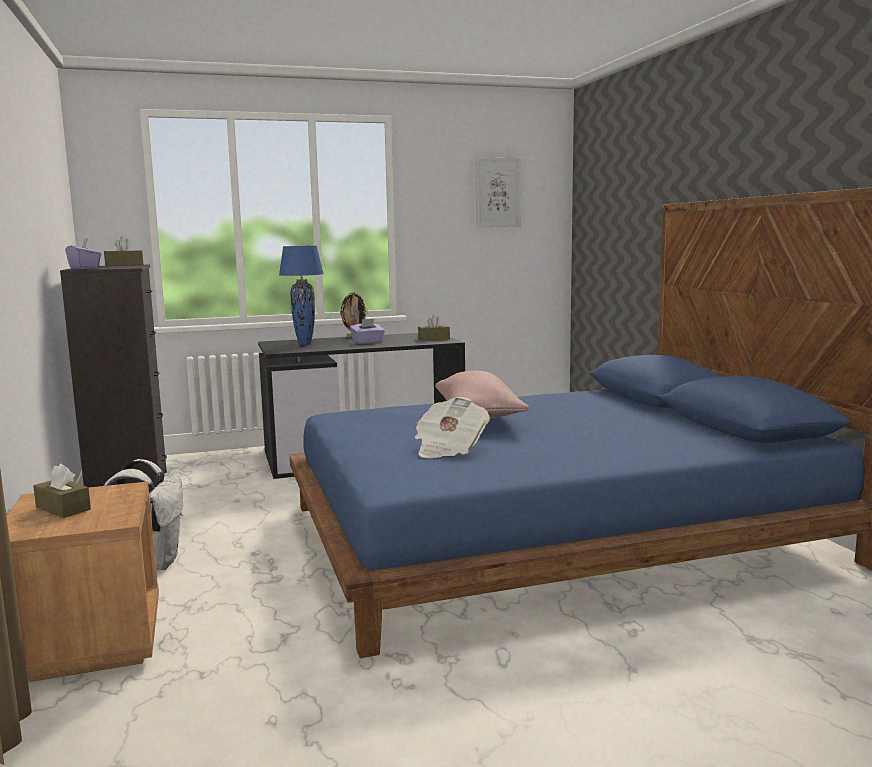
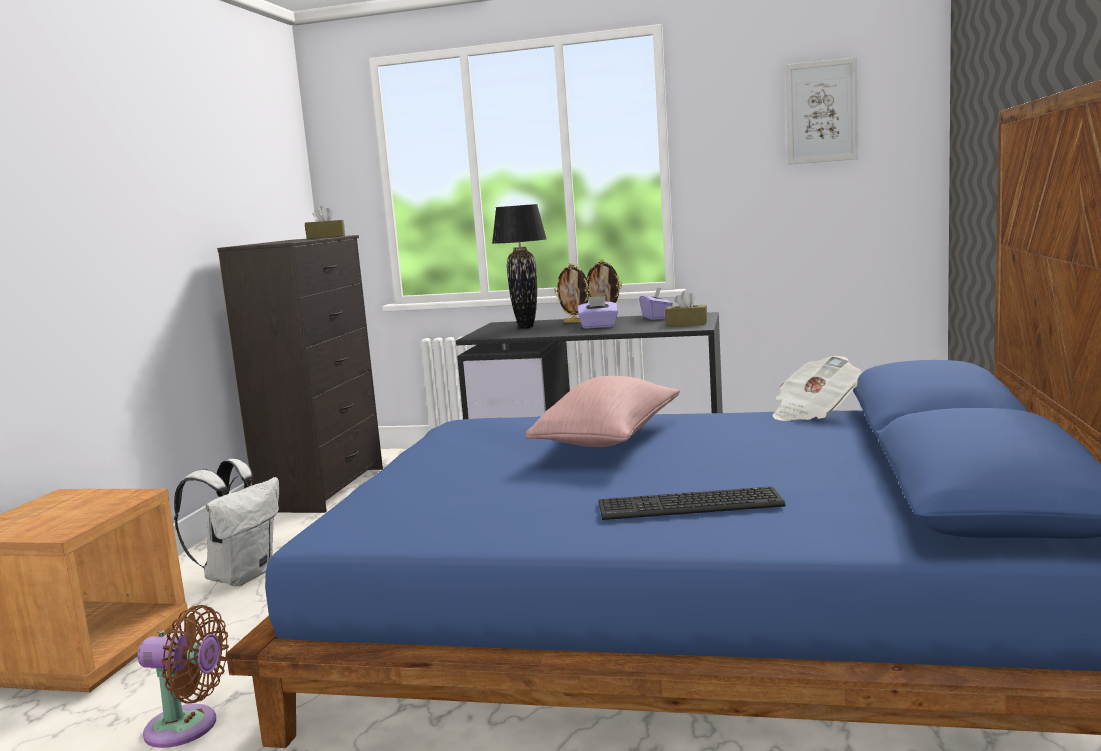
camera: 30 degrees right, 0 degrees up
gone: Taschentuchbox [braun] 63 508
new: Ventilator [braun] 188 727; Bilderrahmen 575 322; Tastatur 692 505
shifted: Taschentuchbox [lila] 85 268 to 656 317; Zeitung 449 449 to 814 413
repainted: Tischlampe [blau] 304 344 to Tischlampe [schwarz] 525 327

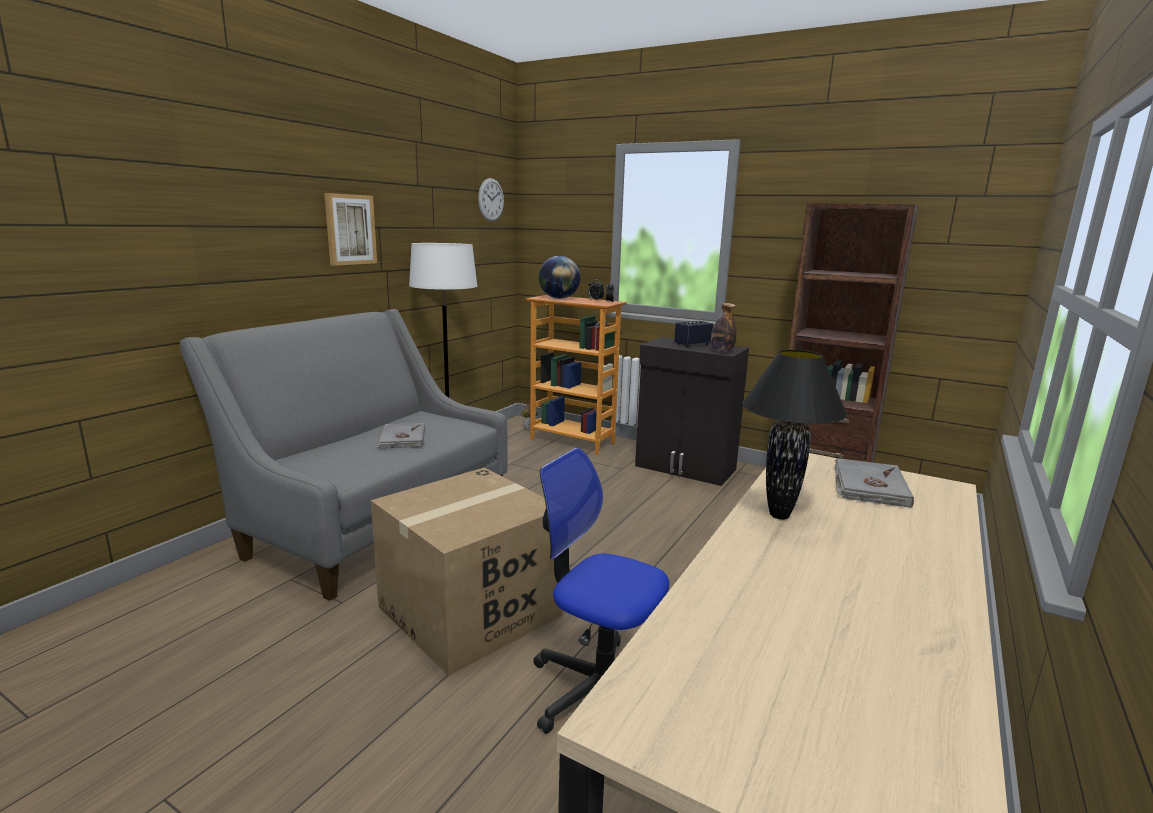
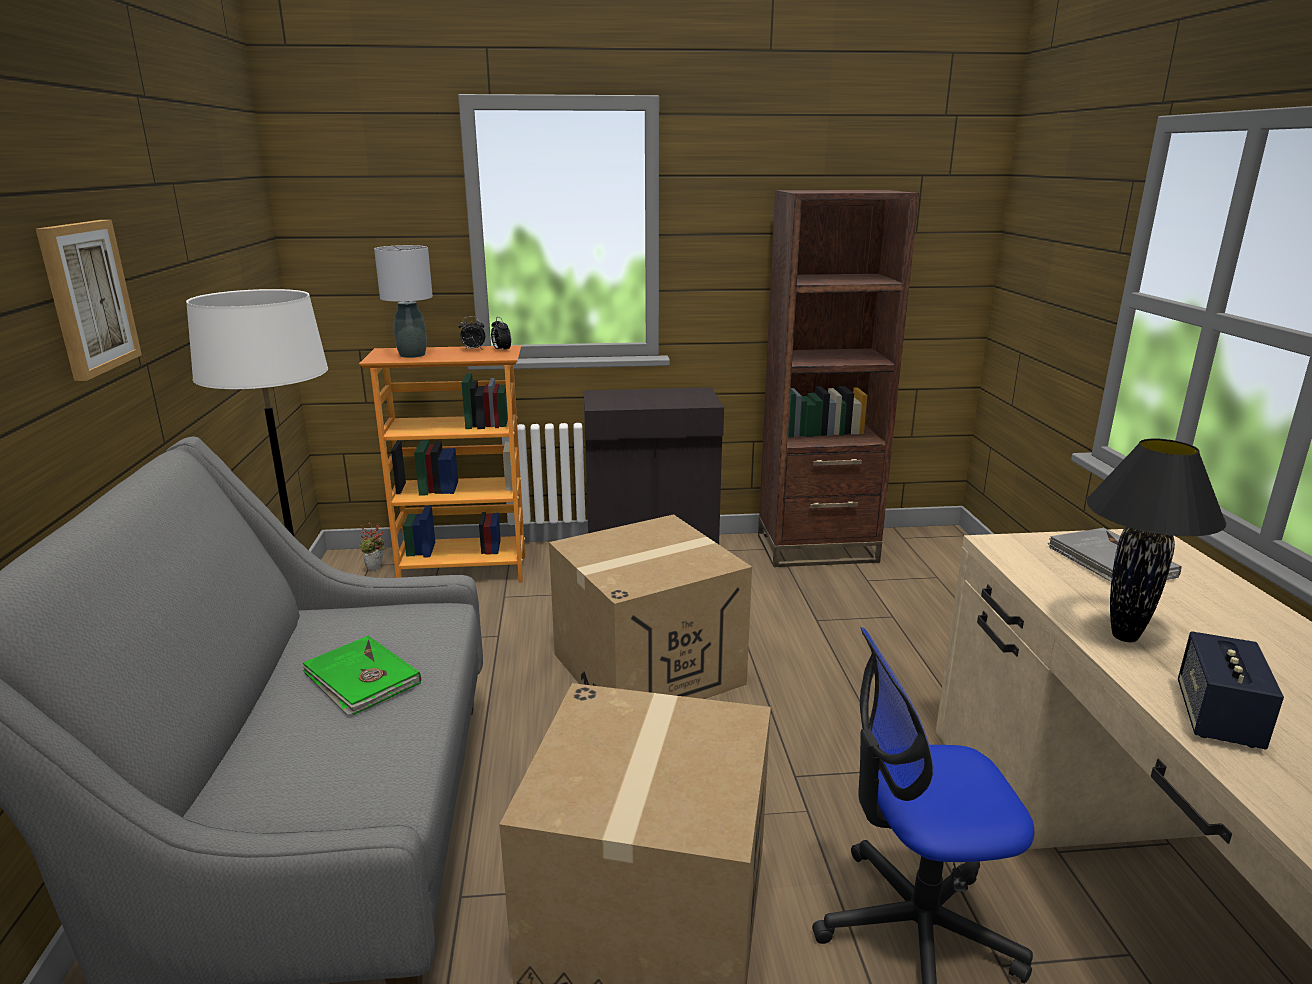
camera: 35 degrees left, 5 degrees up
gone: Wanduhr 491 200; Flasche 722 351
new: Karton 648 668
shifted: Lautsprecher 692 344 to 1217 718
swapped: Globus 559 298 to Tischlampe [grau] 412 355
repainted: Buch [grau] 402 439 to Buch [grün] 361 680

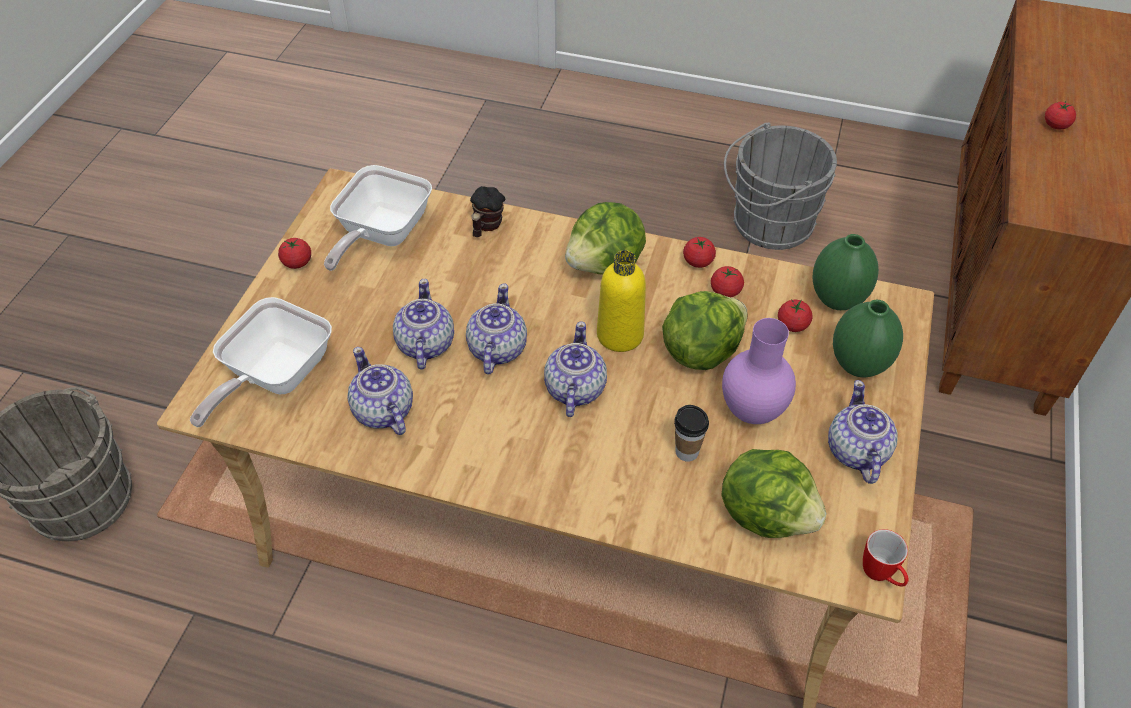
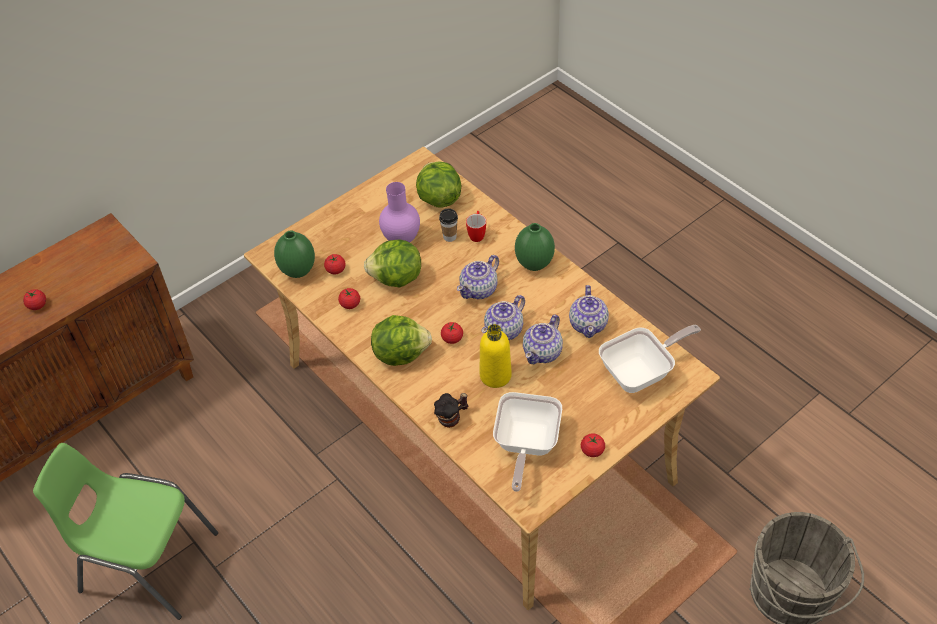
camera: 145 degrees left, 0 degrees up
gone: Teekanne 856 452
shifted: Flasche [gelb] 620 335 to 495 375; Tomate 698 261 to 452 338; Vase [grün] 858 366 to 534 264; Henkelbecher 881 576 to 477 234
swapped: Eimer [grau] 768 224 to Stuhl [grün] 147 562
rotated: Pfanne 380 235 = 525 445 135 degrees clockwise

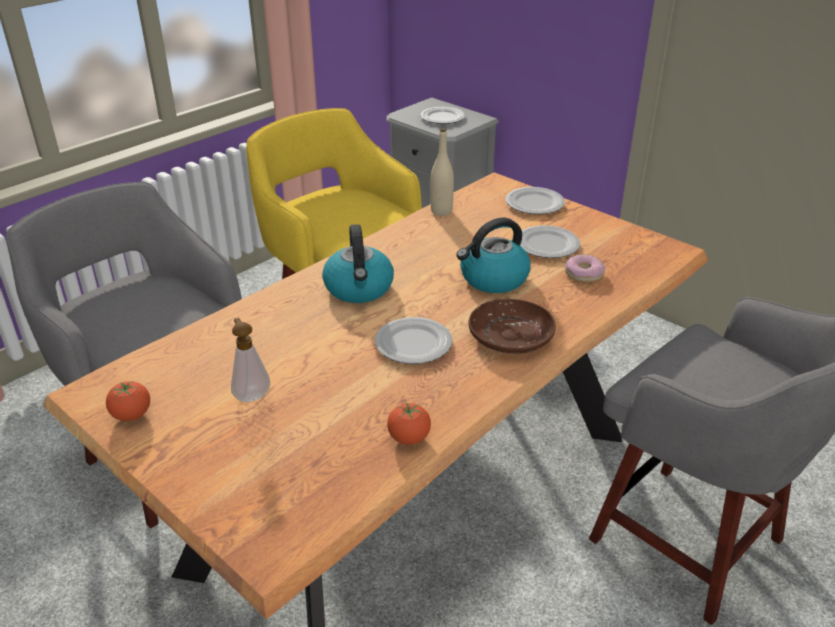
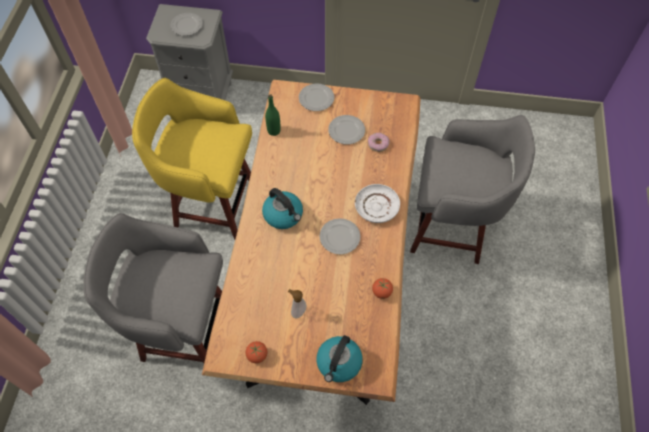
camera: 35 degrees left, 25 degrees up
shifted: Wasserkessel 493 279 to 339 363
repainted: Flasche [beige] 441 211 to Flasche [grün] 274 131; Teller [braun] 511 336 to Teller [weiß] 377 207

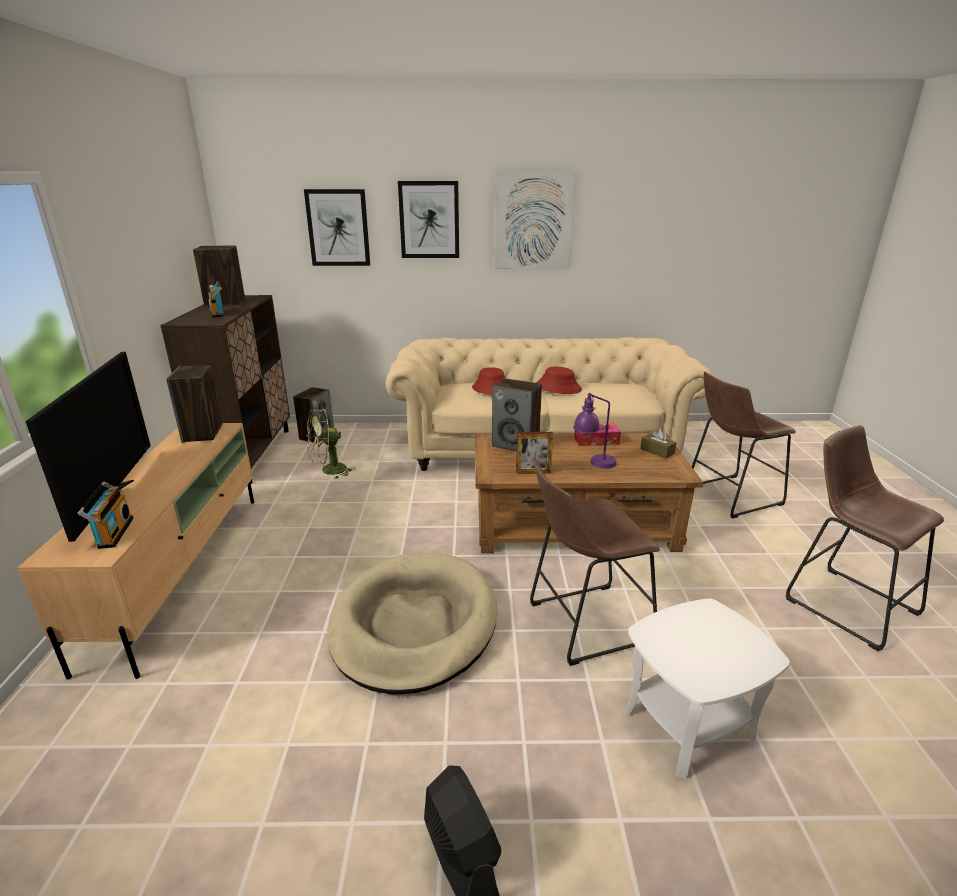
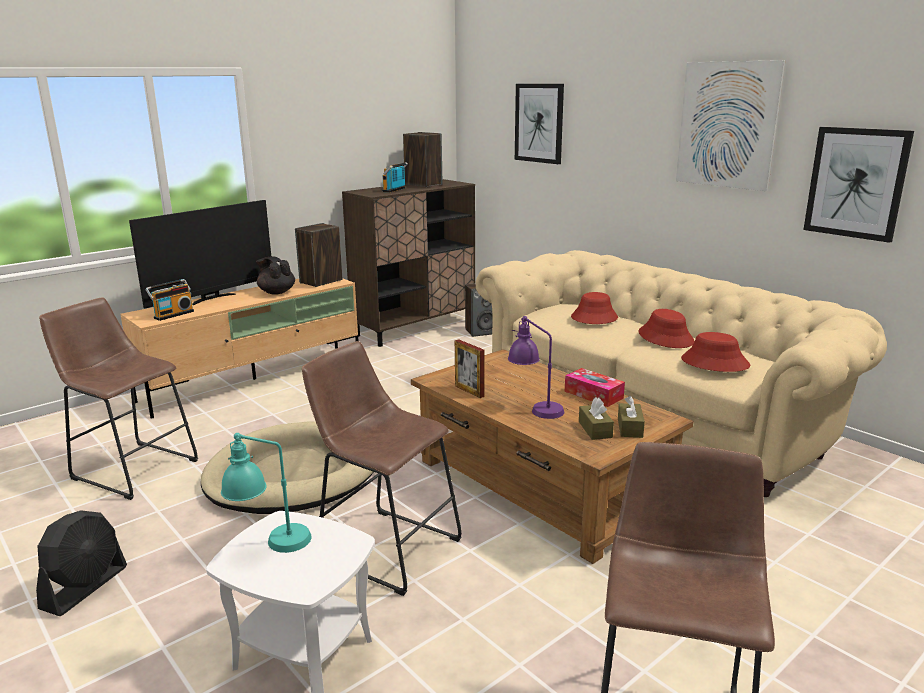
camera: 50 degrees right, 5 degrees down
gone: Ventilator [grün] 328 471; Lautsprecher 516 444
new: Tischlampe [türkis] 270 545; Teekanne [schwarz] 276 292; Taschentuchbox [braun] 595 429; Hut [rot] 714 363
shifted: Bild 429 220 to 856 183; Hocker [braun] 728 496 to 131 467

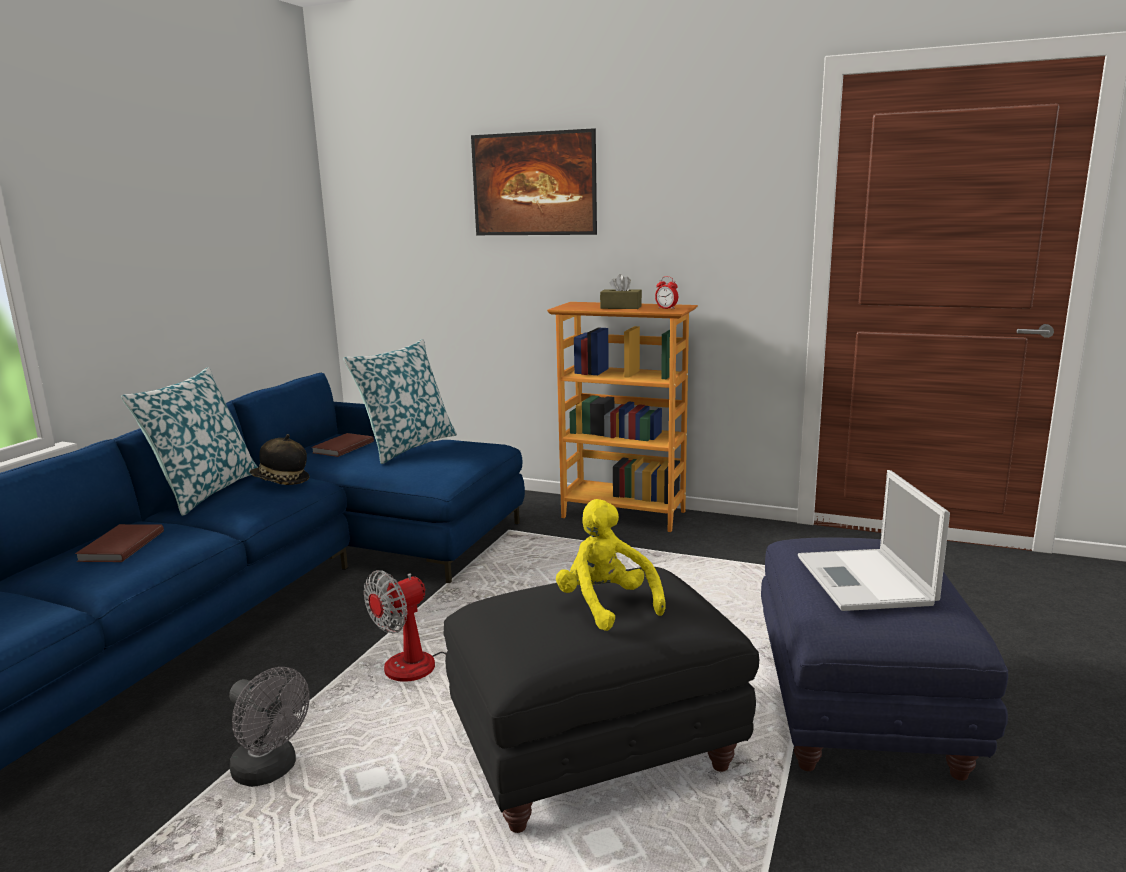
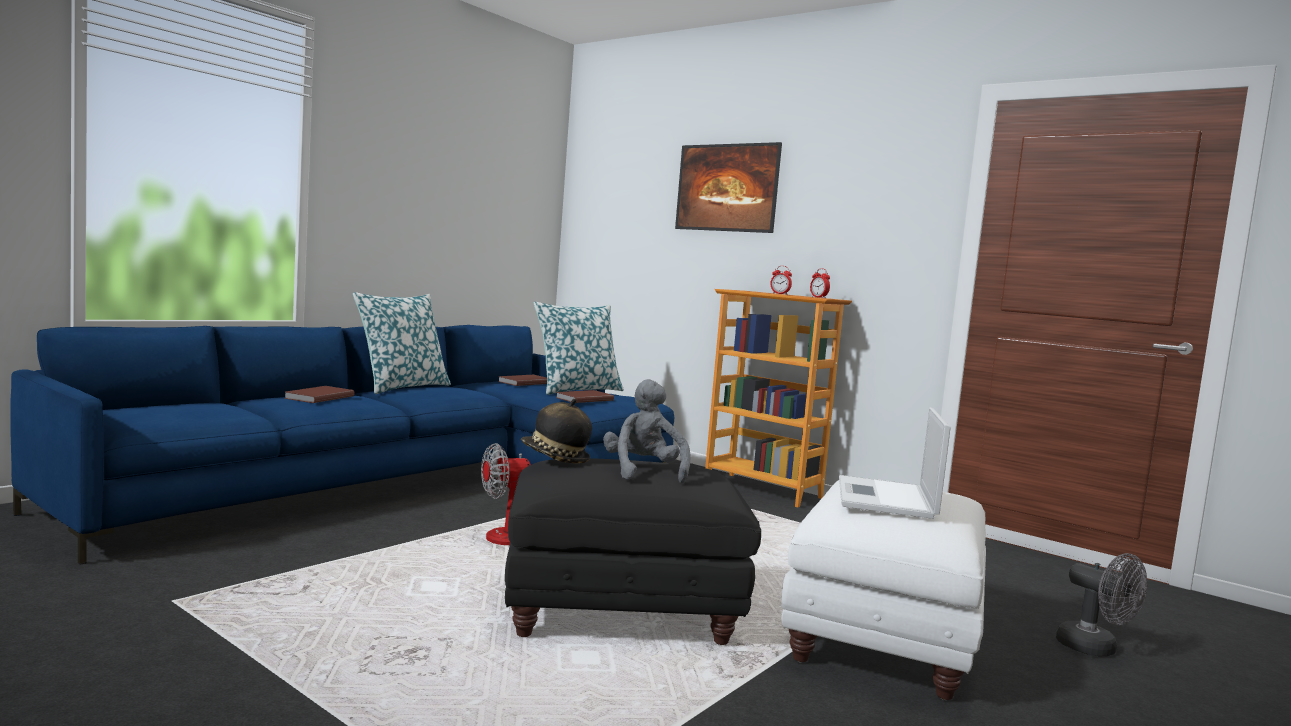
camera: 15 degrees right, 10 degrees down
new: Buch [braun] 583 399
shifted: Ventilator [grau] 271 771 to 1095 649; Hut 280 481 to 555 458
swapped: Taschentuchbox [braun] 621 307 to Wecker 780 294
repainted: Plüschtier [gelb] 606 605 to Plüschtier [grau] 643 472; Polsterhocker [blau] 860 711 to Polsterhocker [weiß] 883 641

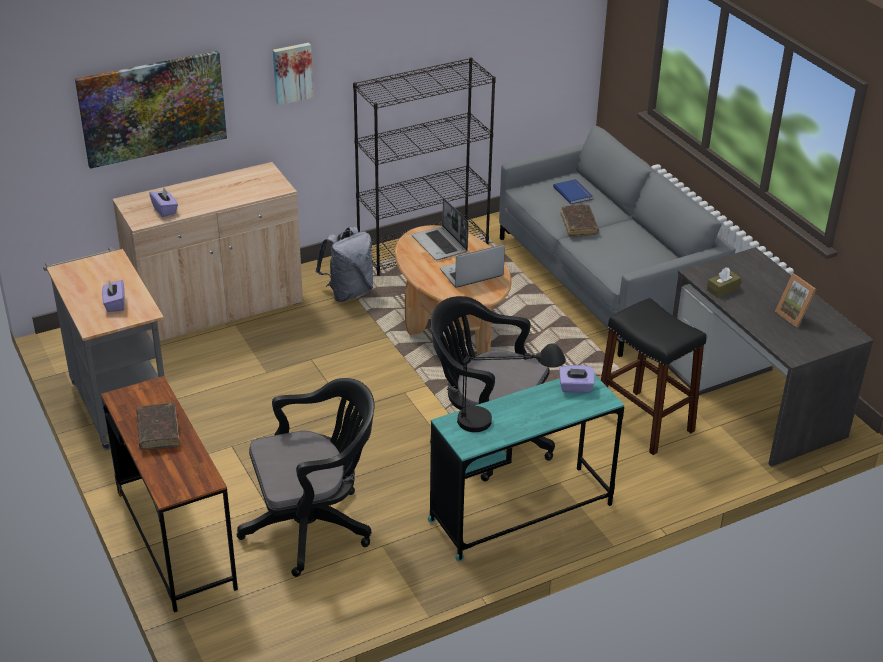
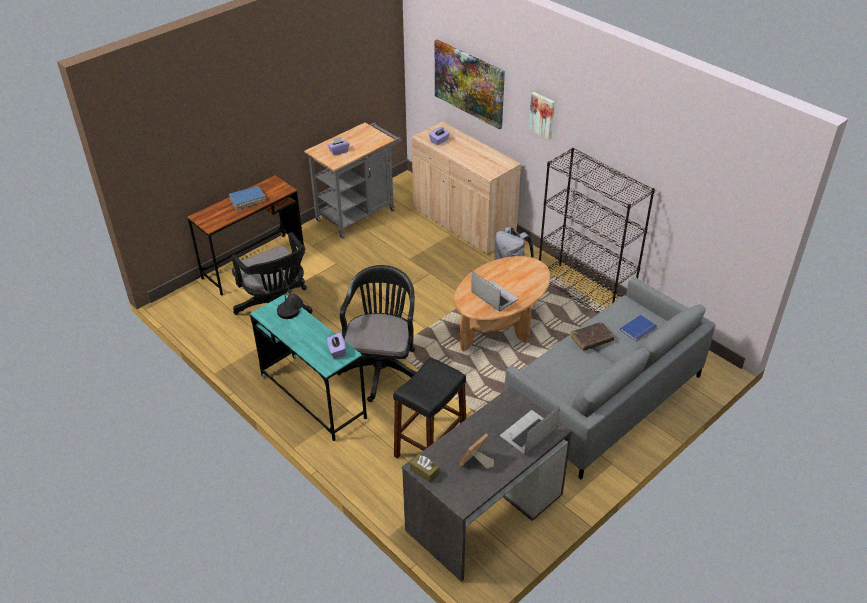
camera: 75 degrees right, 5 degrees up
shifted: Laptop 440 245 to 528 434; Taschentuchbox [braun] 722 289 to 424 472
repainted: Buch [braun] 158 431 to Buch [blau] 248 200

